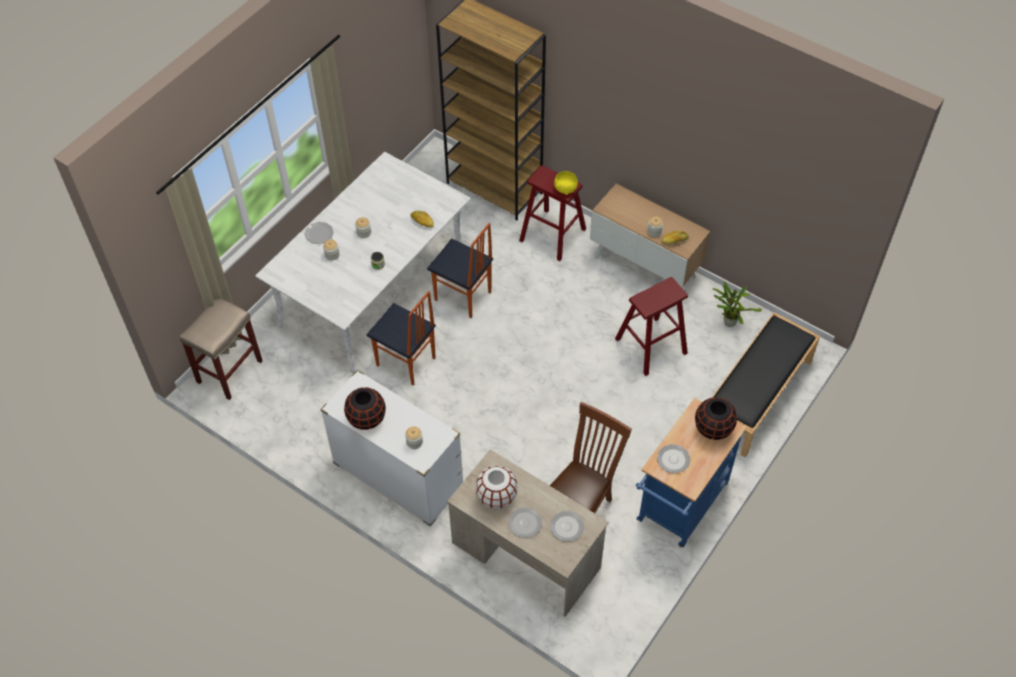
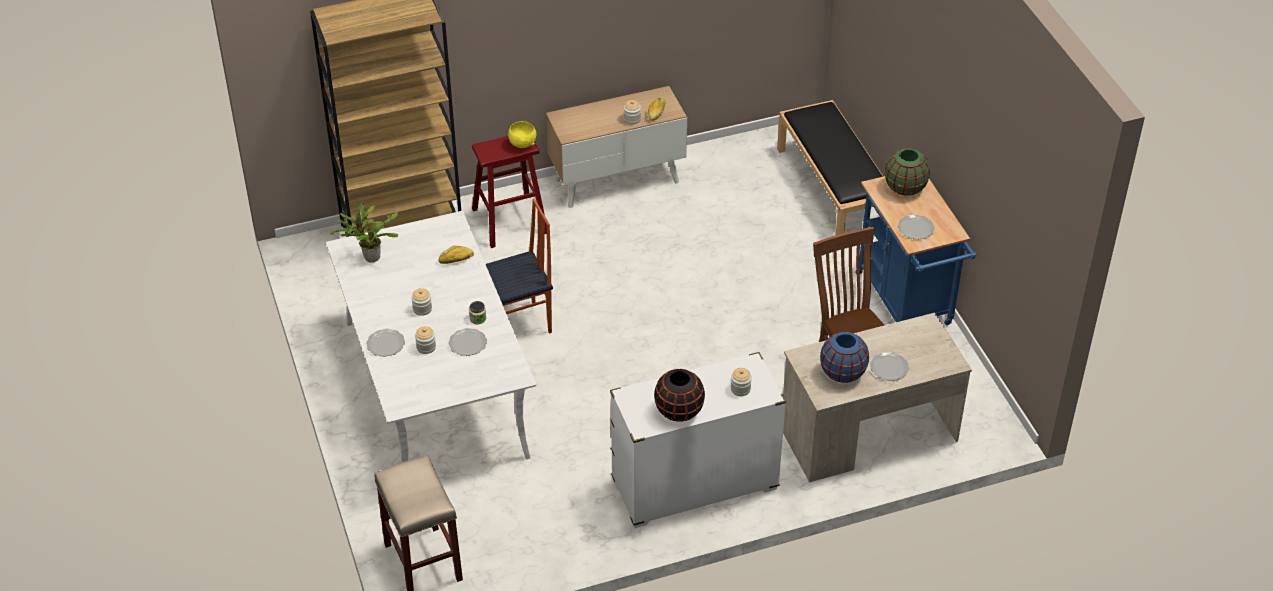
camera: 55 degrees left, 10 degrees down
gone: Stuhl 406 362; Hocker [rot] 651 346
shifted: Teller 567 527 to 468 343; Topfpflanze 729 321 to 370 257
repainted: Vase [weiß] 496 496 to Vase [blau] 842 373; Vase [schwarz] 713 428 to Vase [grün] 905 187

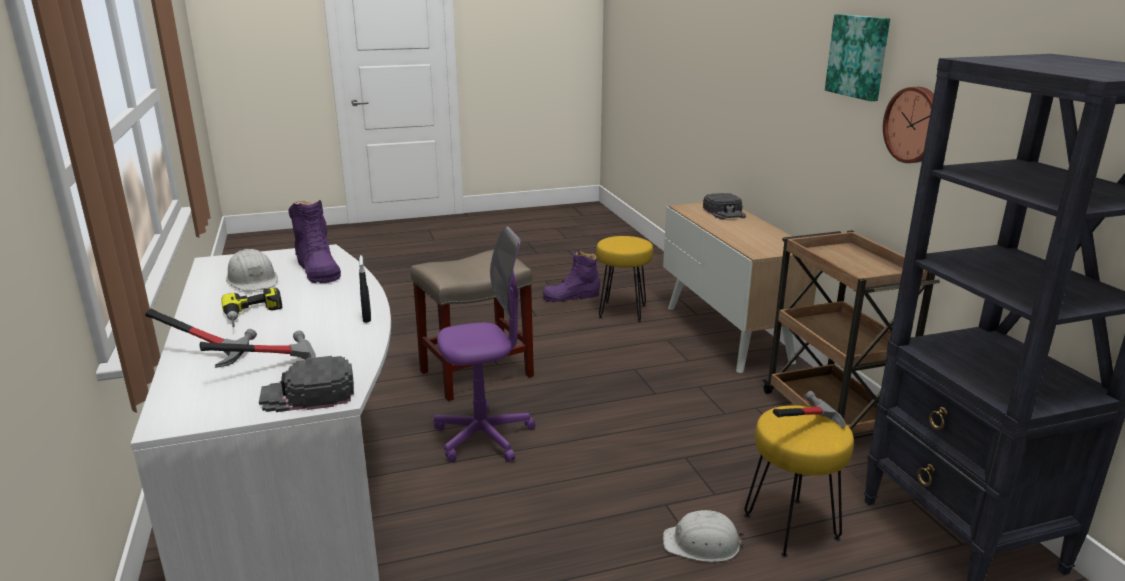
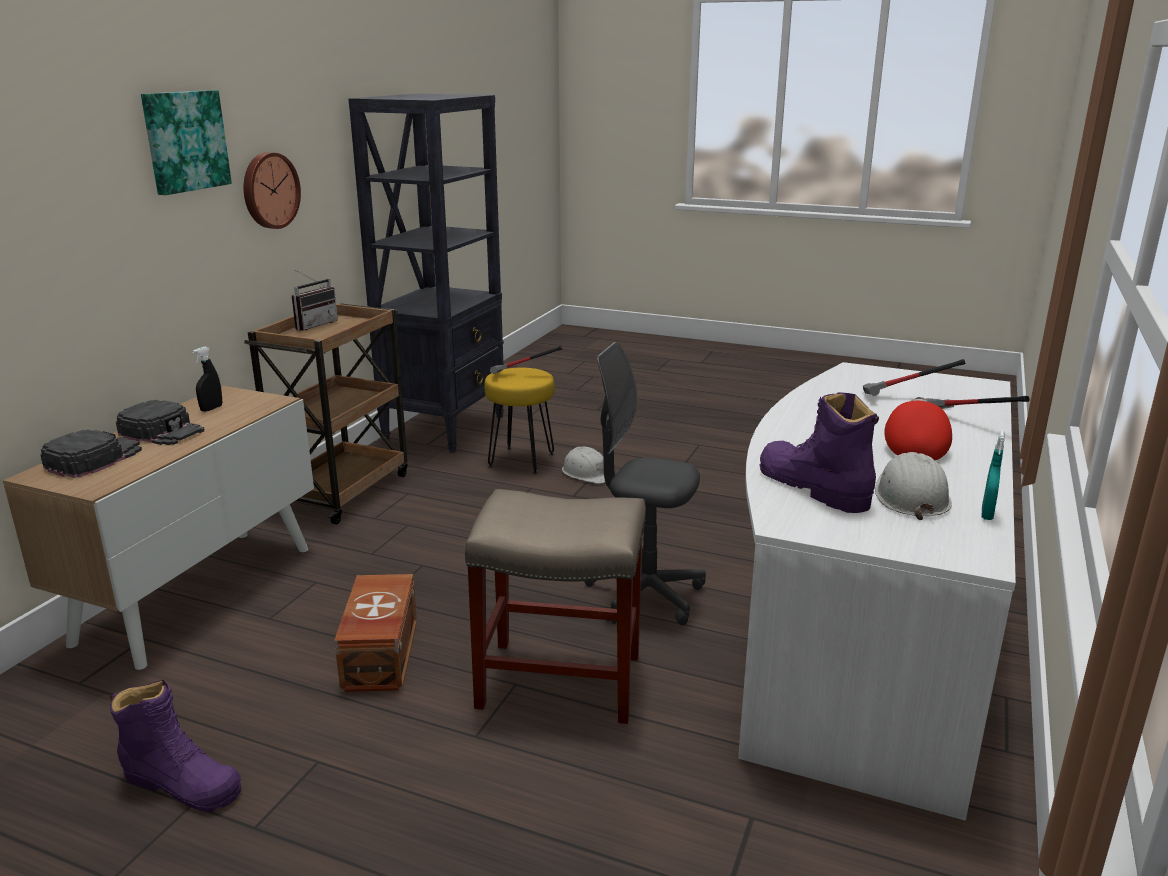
camera: 140 degrees left, 0 degrees up
gone: Hocker [gelb] 623 311
new: Radio 313 325; Aufbewahrungsbox [braun] 378 655; Sprühflasche [türkis] 987 514
shifted: Kappe [schwarz] 308 394 to 162 431; Sprühflasche [schwarz] 367 318 to 211 408
swapped: Bohrmaschine 253 315 to Kappe [rot] 914 447
repainted: Bürostuhl [lila] 483 437 to Bürostuhl [grau] 645 595
rotated: Stiefel [lila] 318 270 = 813 487 45 degrees counterclockwise

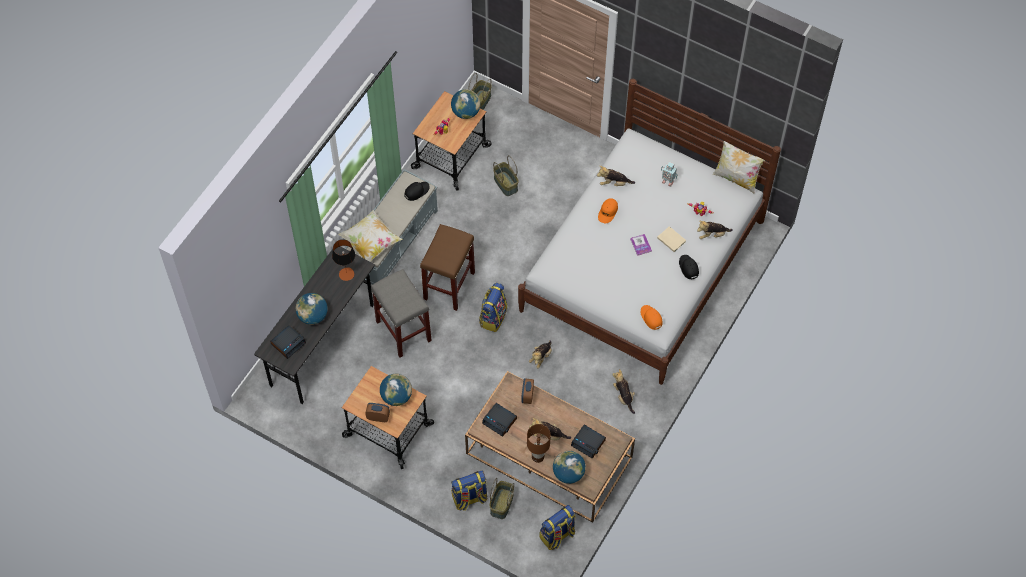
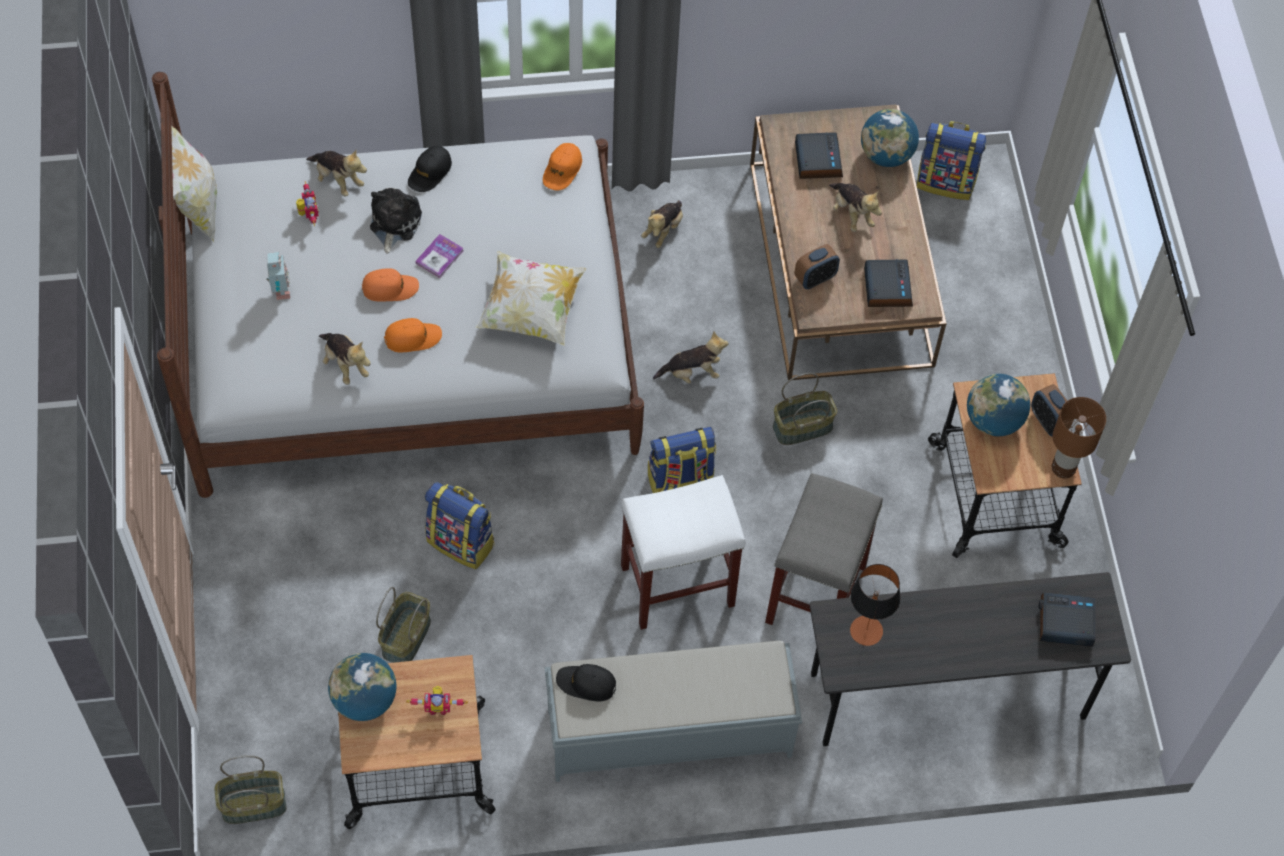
camera: 130 degrees left, 0 degrees up
gone: Globus 313 316
new: Kappe [orange] 390 288
shifted: Kissen 371 243 to 531 310; Rucksack 469 498 to 462 542; Korb 502 504 to 802 426; Tischlampe [braun] 538 457 to 1063 467
swapped: Buch [beige] 671 239 to Plüschtier 394 223
repainted: Hocker [braun] 449 285 to Hocker [weiß] 676 587

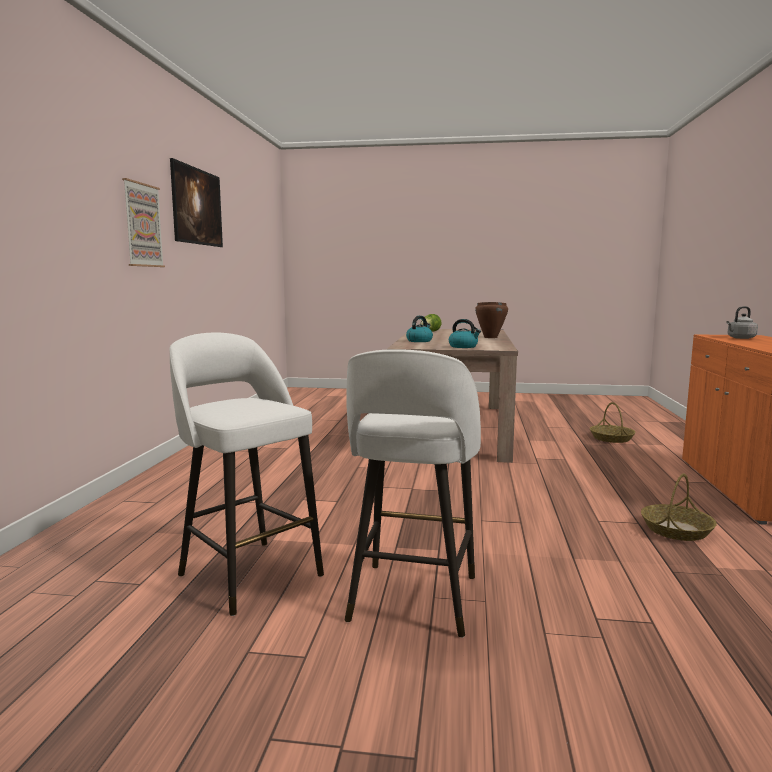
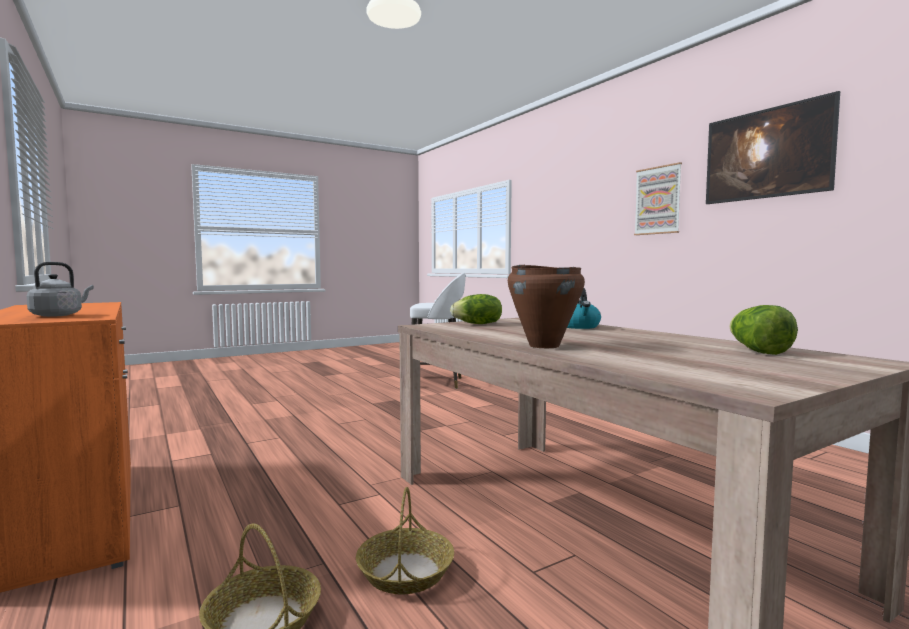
camera: 140 degrees right, 5 degrees down
gone: Hocker [weiß] 412 600
shifted: Korb 676 530 to 405 571
swapped: Wasserkessel 463 346 to Salatkopf 478 324

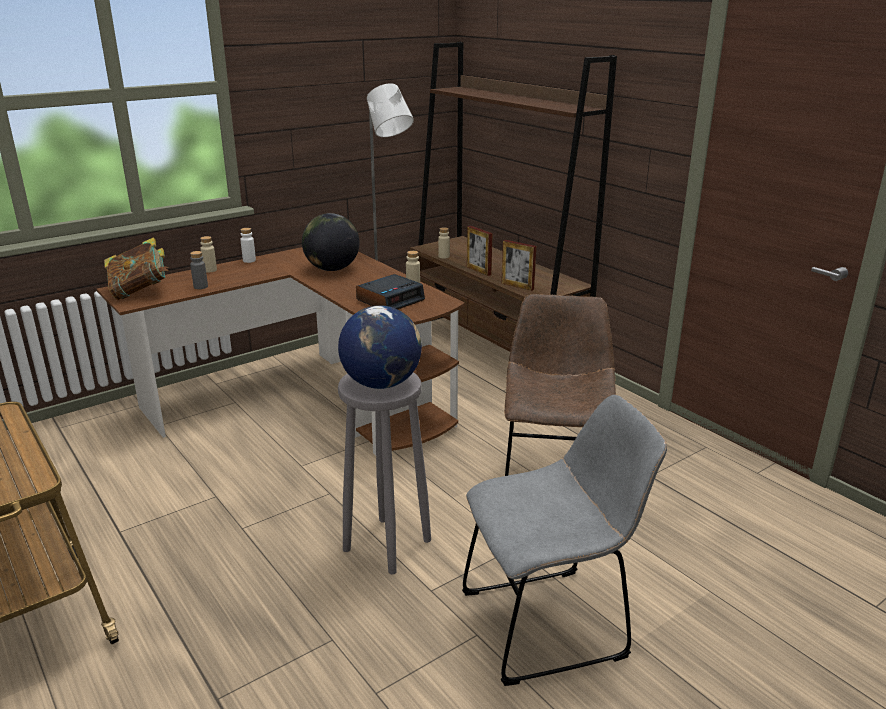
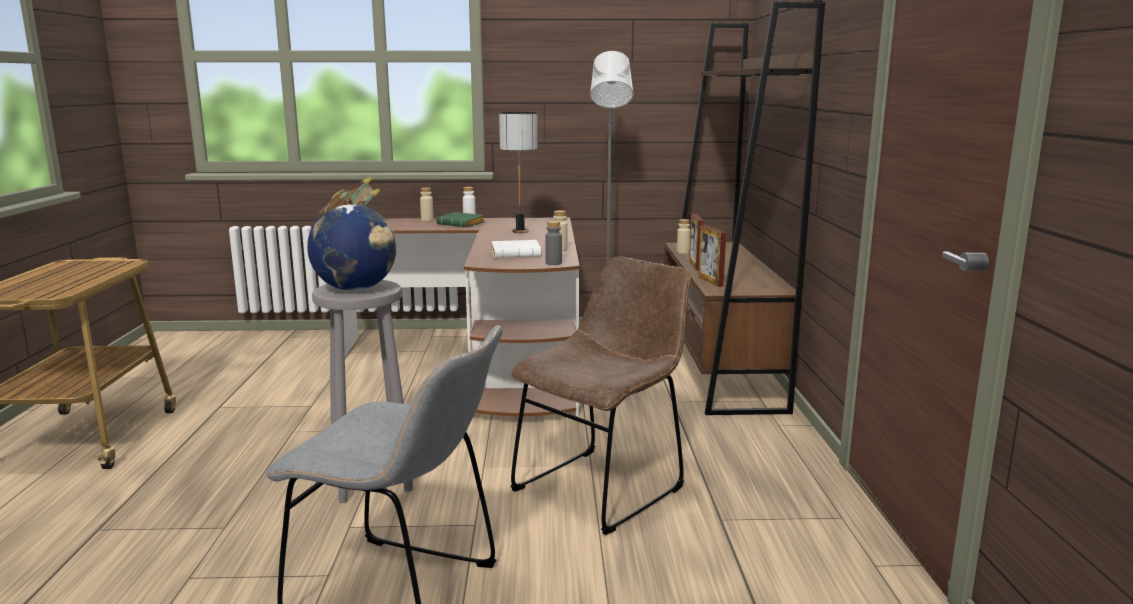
camera: 35 degrees right, 10 degrees down
new: Buch [grün] 462 224
shifted: Flasche [grau] 200 287 to 553 263
swapped: Globus 332 269 to Tischlampe 520 231; Wecker 390 300 to Buch [weiß] 517 254

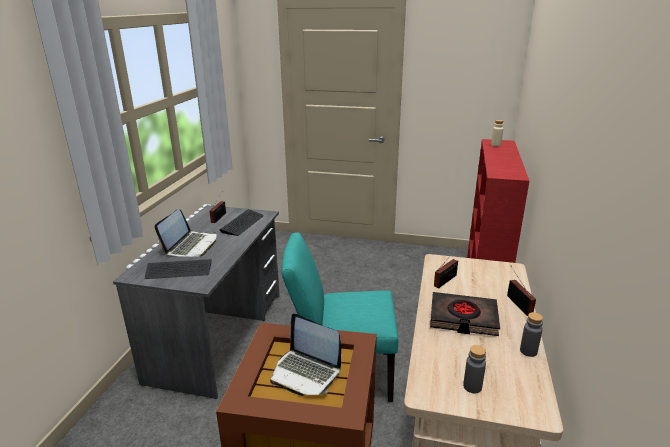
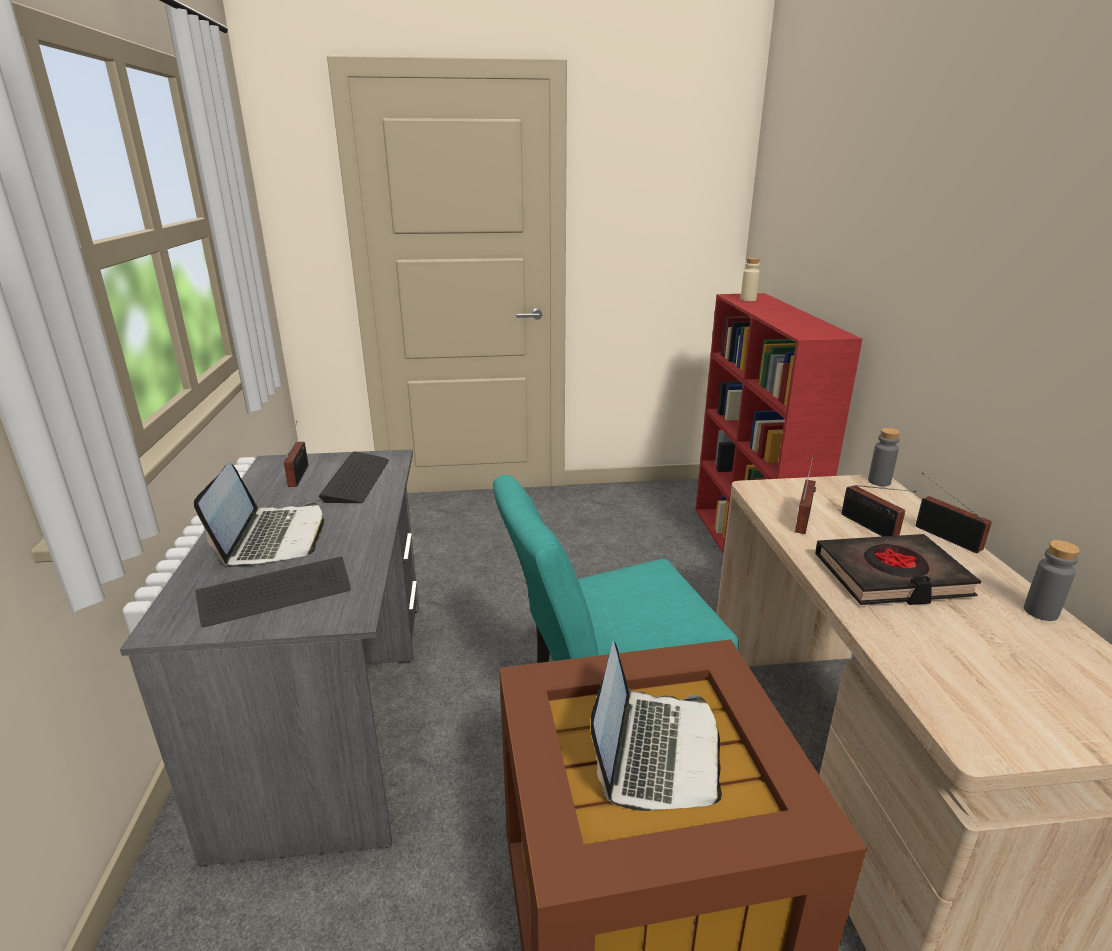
camera: 20 degrees left, 0 degrees up
new: Radio 871 528
shifted: Flasche [grau] 472 387 to 879 481
rotated: Laptop 306 372 = 655 752 90 degrees counterclockwise

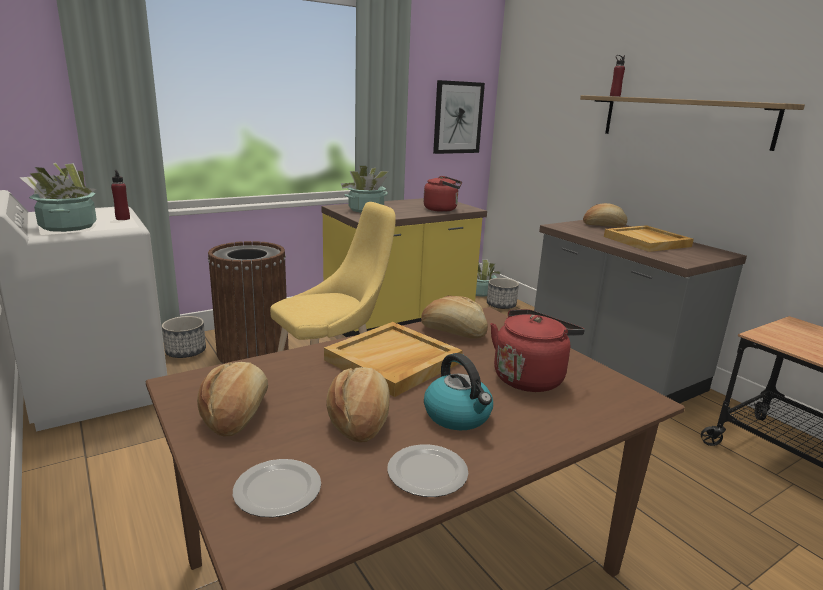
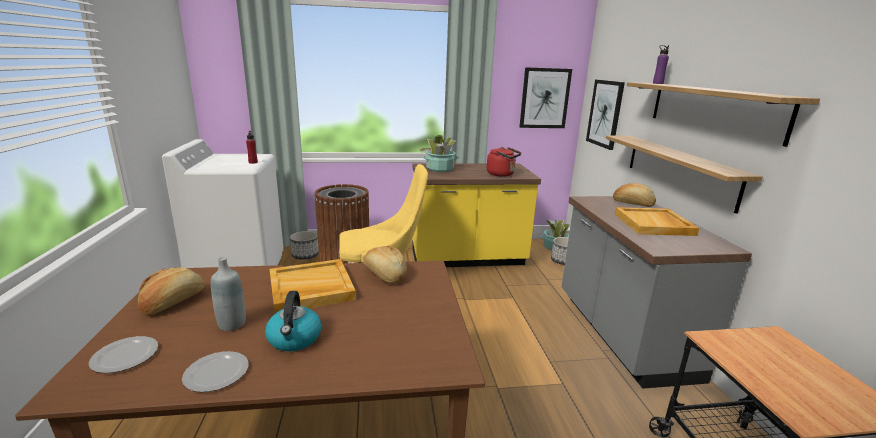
camera: 25 degrees right, 0 degrees up
gone: Topfpflanze 68 226; Wasserkessel [rot] 530 377
new: Bild 605 113; Wandregal 678 169
swapped: Brot 360 419 to Flasche [grau] 232 324
repainted: Flasche [rot] 614 96 to Flasche [lila] 657 83

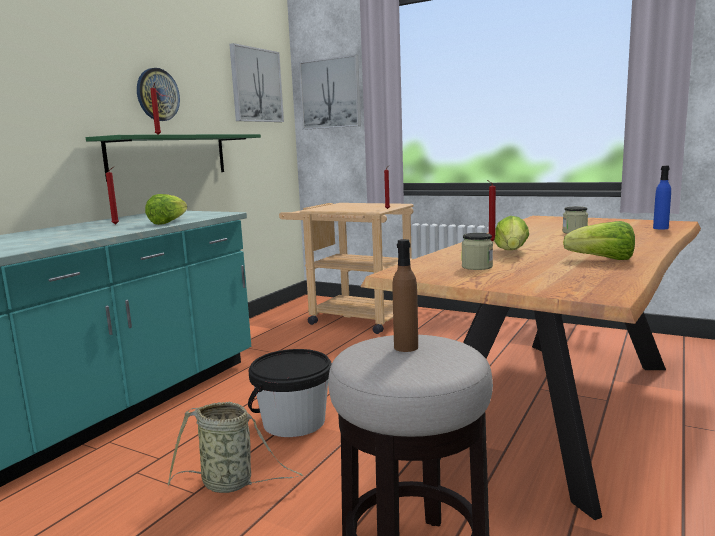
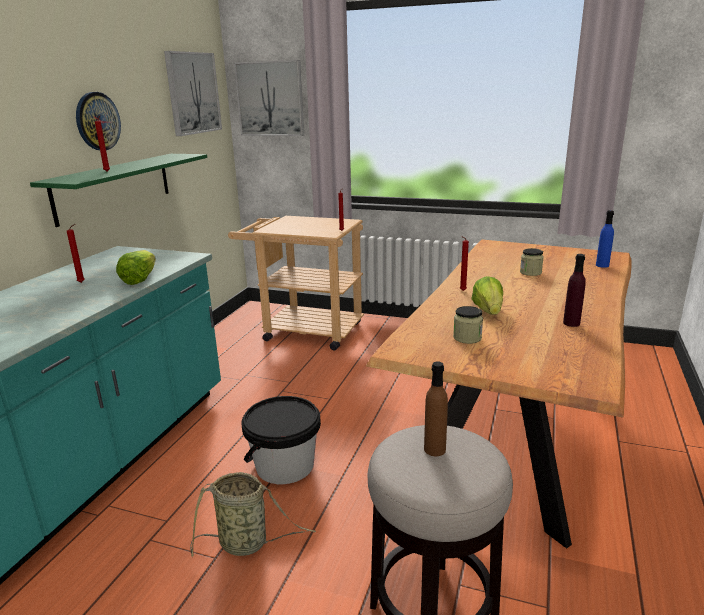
camera: 10 degrees left, 10 degrees up
swapped: Salatkopf 602 260 to Flasche [lila] 571 323

